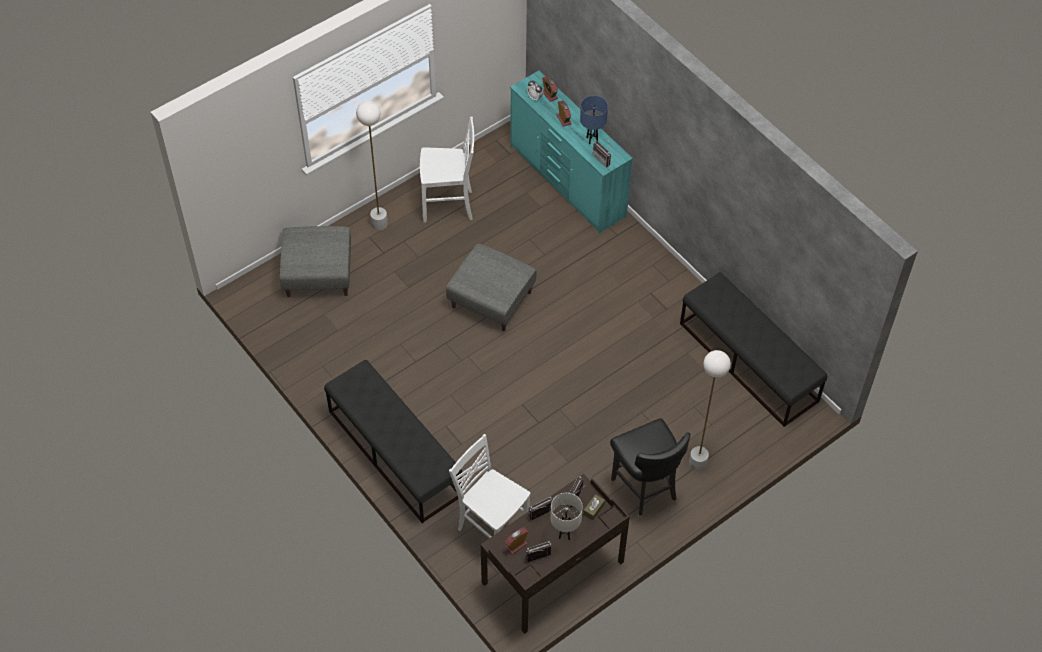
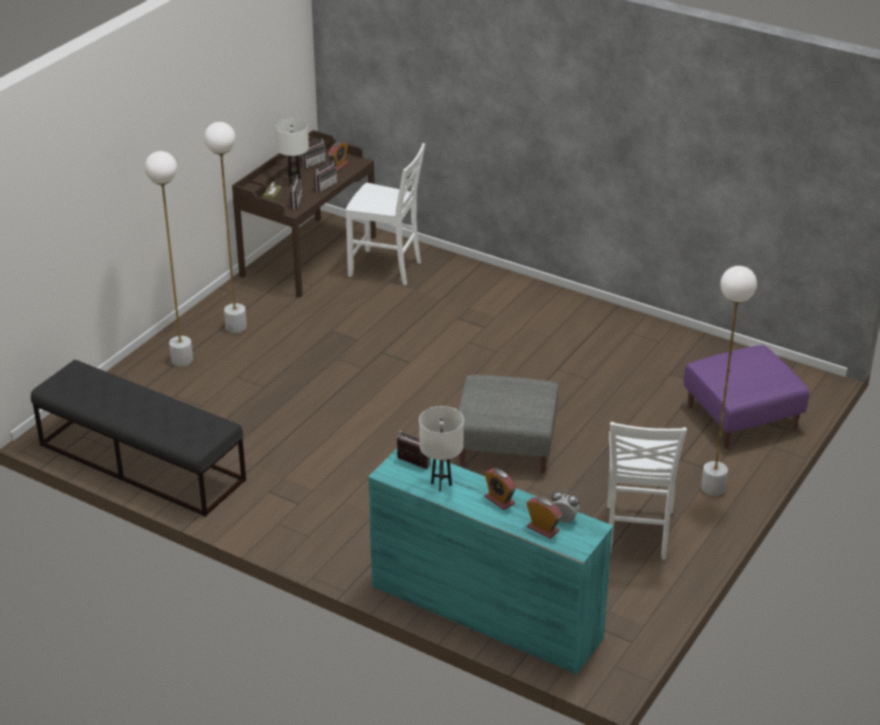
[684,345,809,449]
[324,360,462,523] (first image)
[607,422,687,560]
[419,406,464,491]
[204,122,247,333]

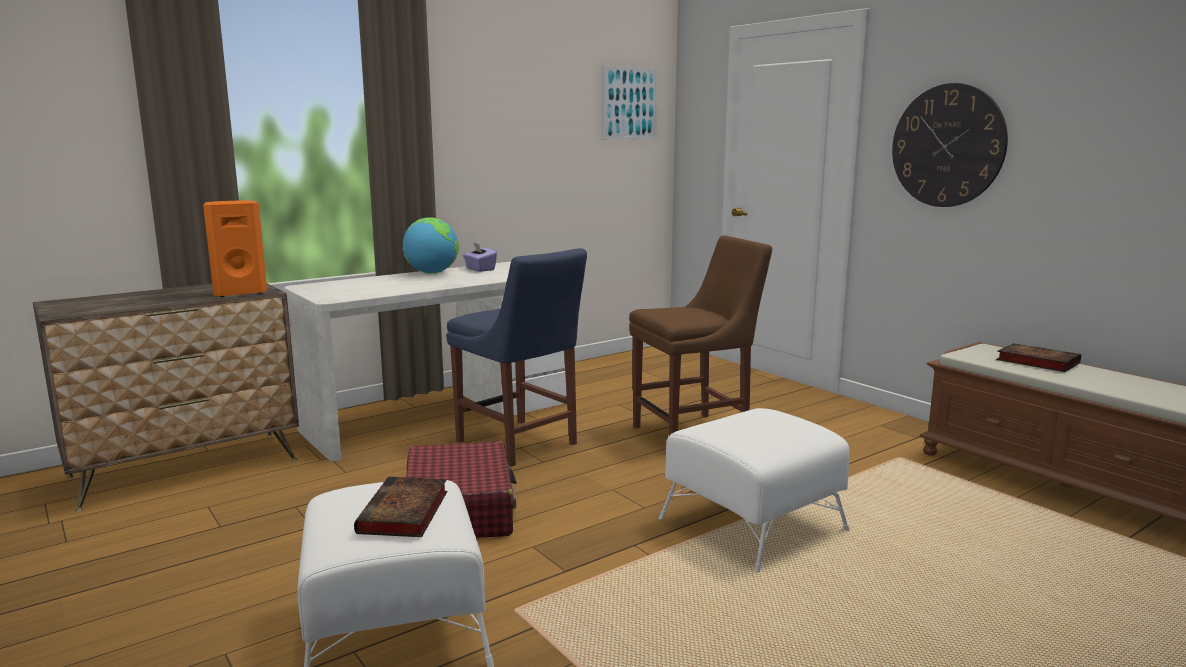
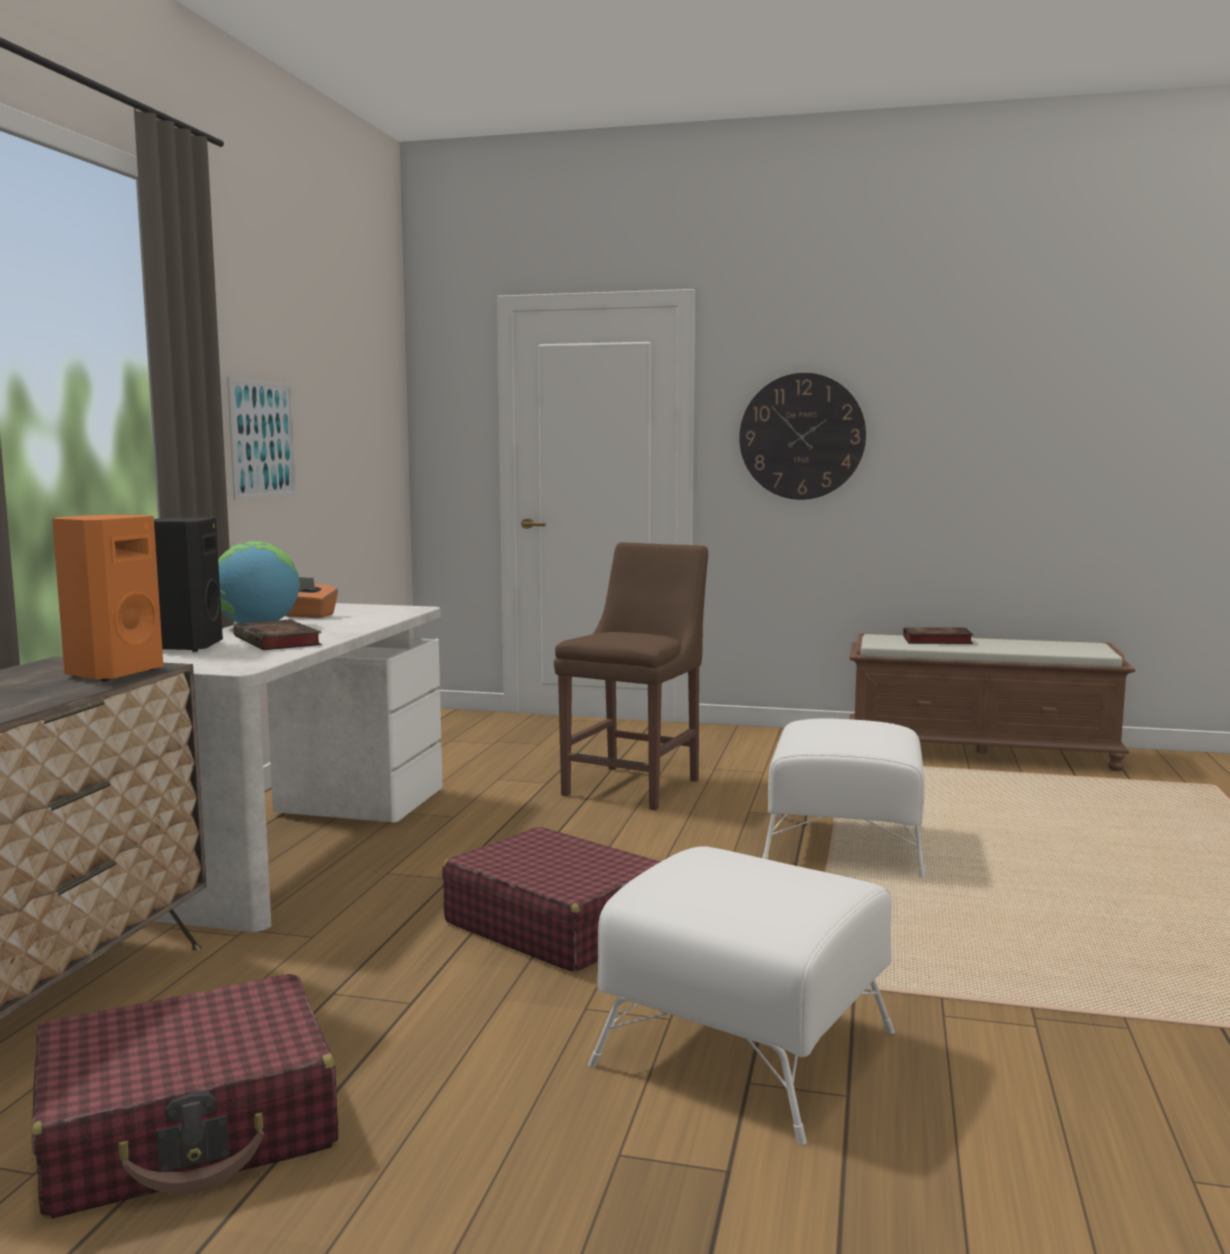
[233,619,322,650]
[446,248,587,467] (first image)
[285,577,338,618]
[227,377,297,500]
[32,974,338,1219]
[154,517,223,652]

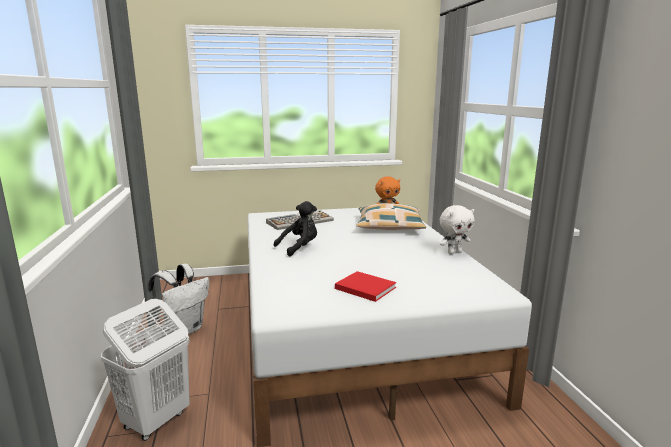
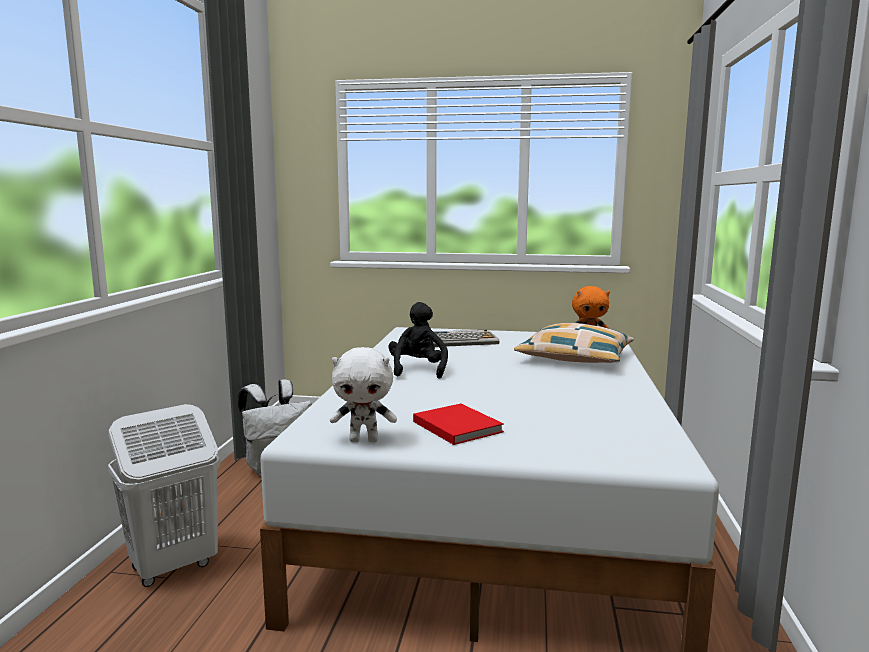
[388,302,448,379]
[330,347,397,442]

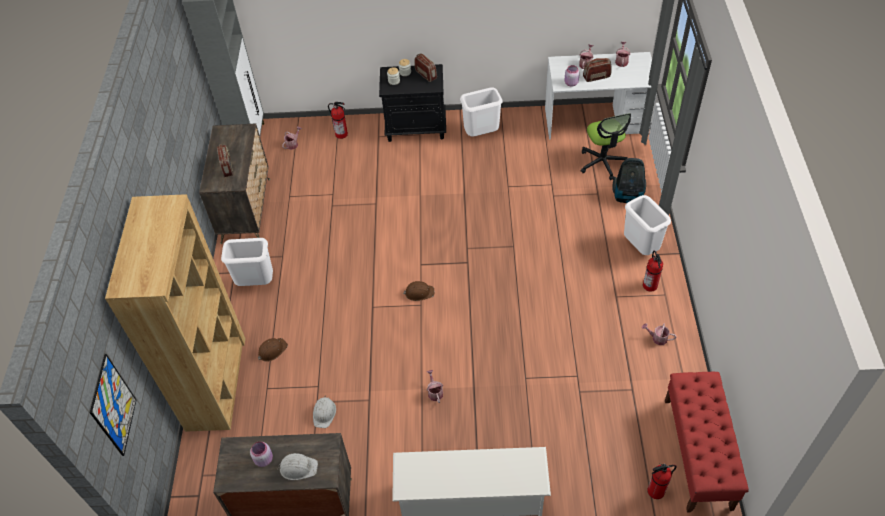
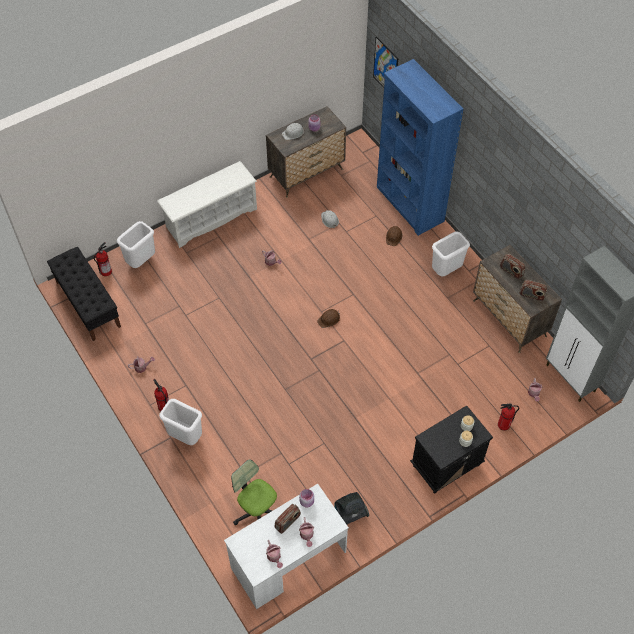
[377,59,463,236]
[520,280,547,301]
[117,221,155,268]
[334,492,369,524]
[47,247,121,341]

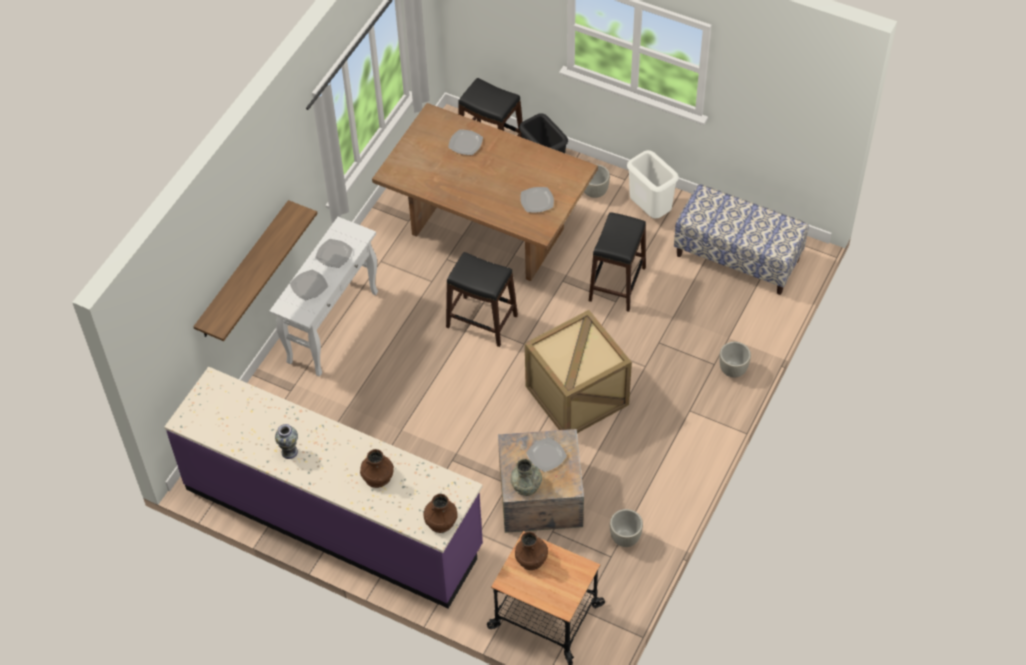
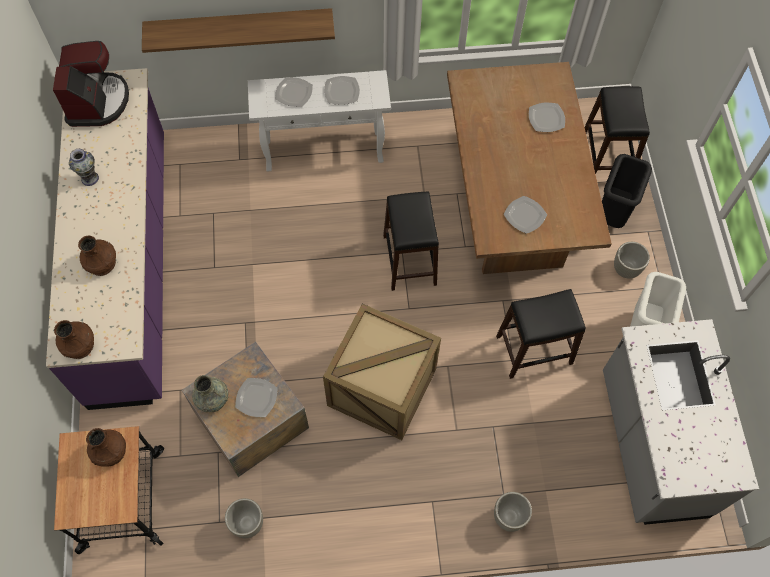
[603,319,759,525]
[53,41,129,127]

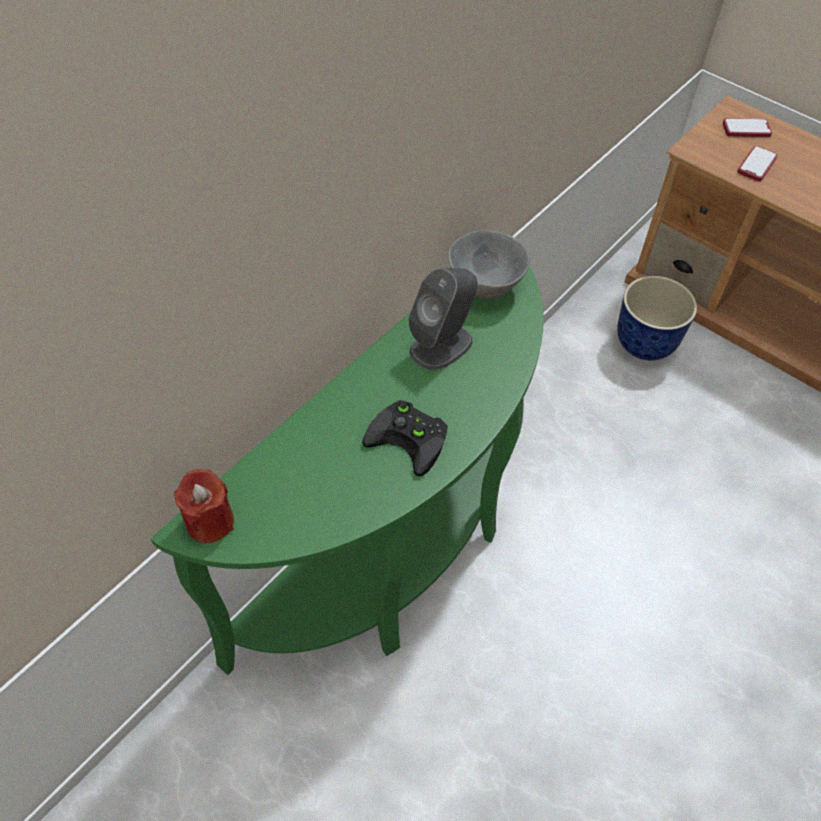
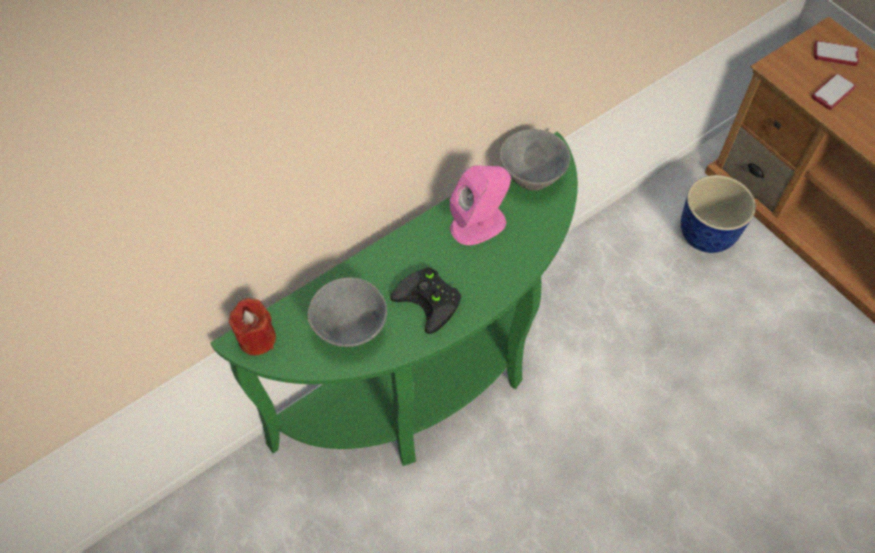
[450,165,511,245]
[307,277,387,347]

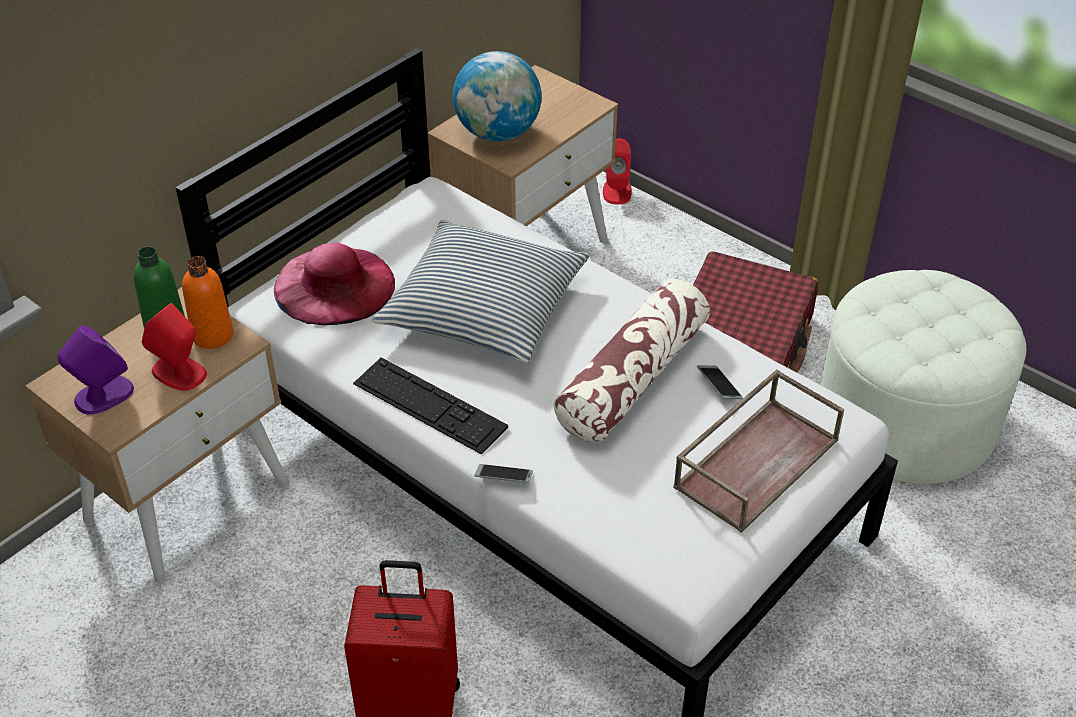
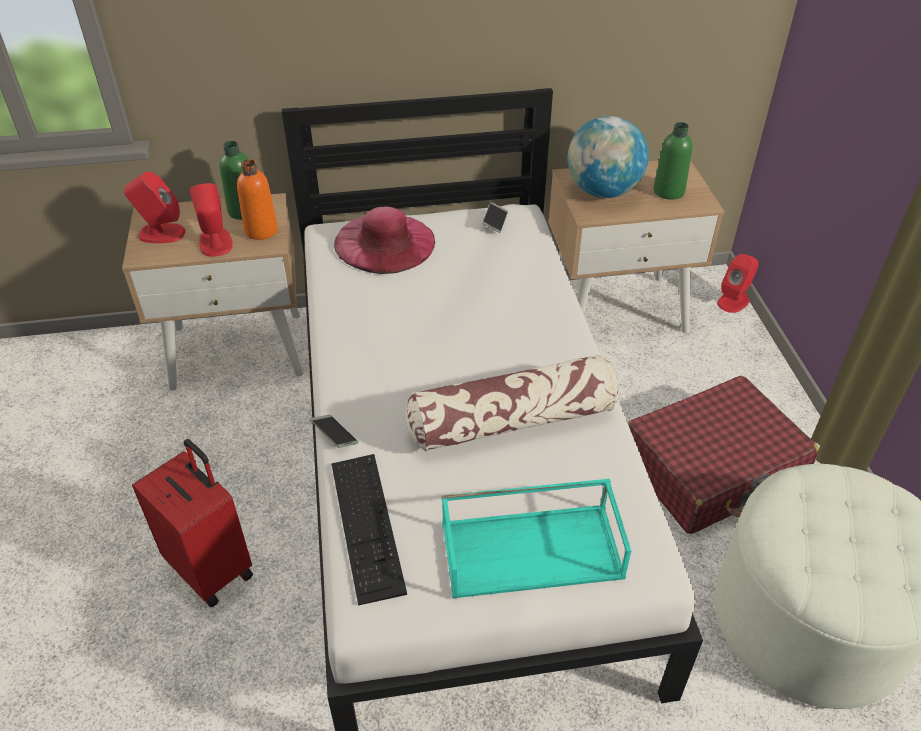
[124,171,185,243]
[332,454,407,606]
[372,220,590,363] (first image)
[442,479,631,598]
[482,202,508,233]
[654,122,692,200]

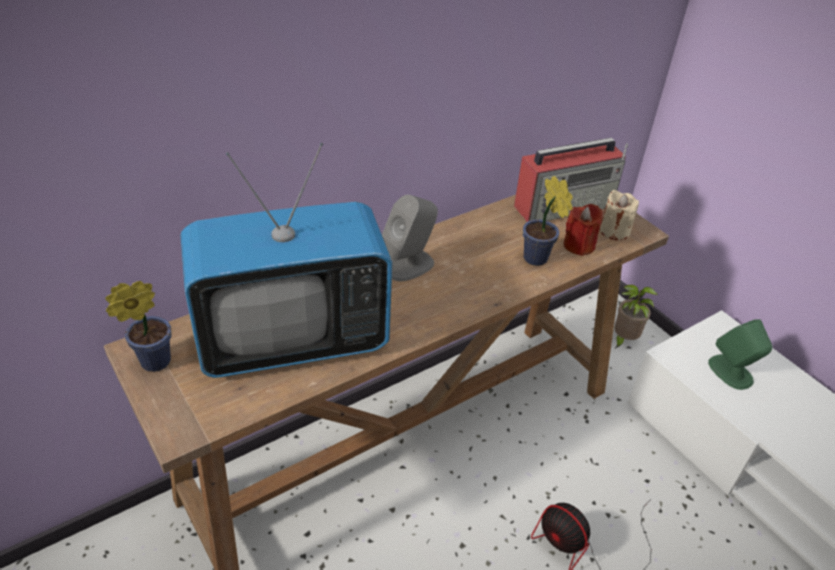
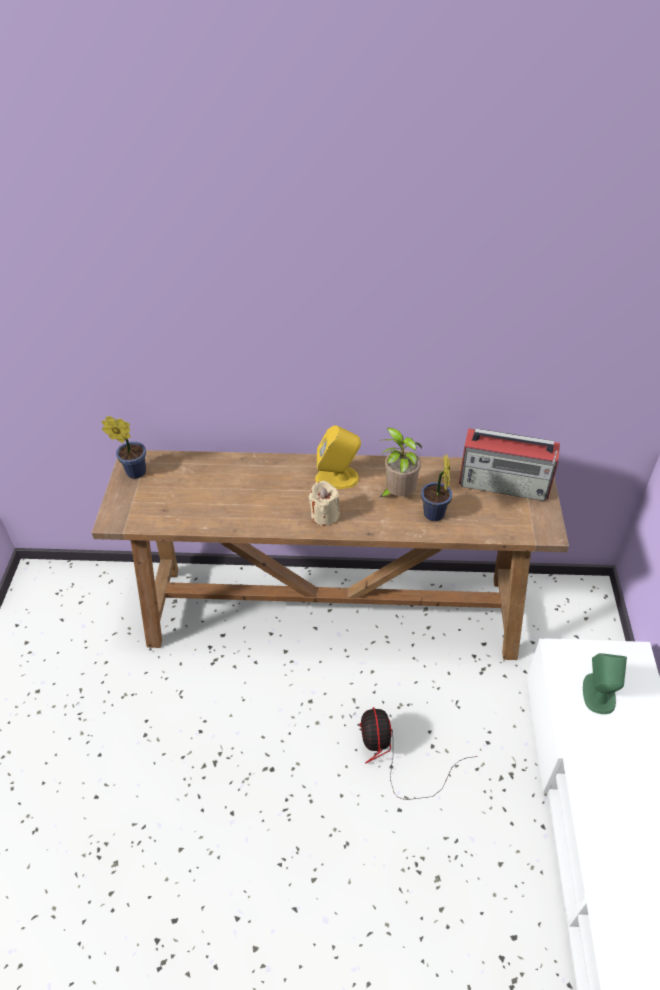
[180,143,392,378] (first image)
[315,425,361,489]
[564,204,603,256] (first image)
[309,481,340,526]
[379,428,422,498]

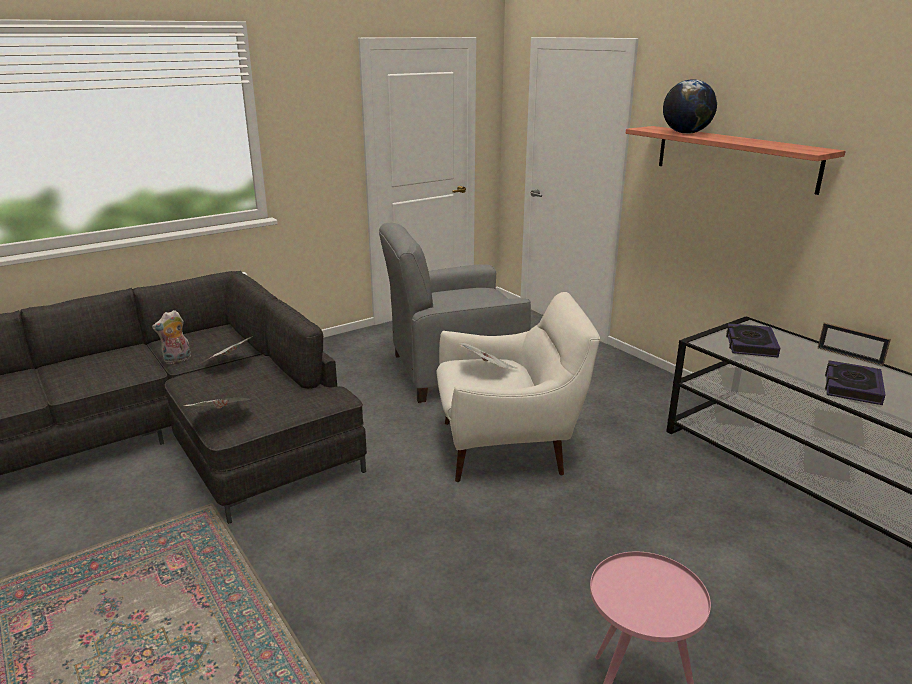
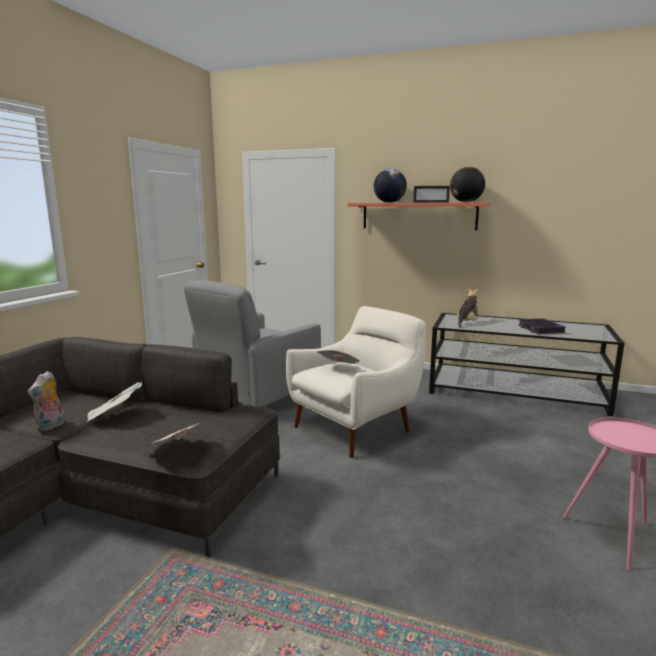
[457,288,481,328]
[413,186,450,203]
[450,167,485,203]

